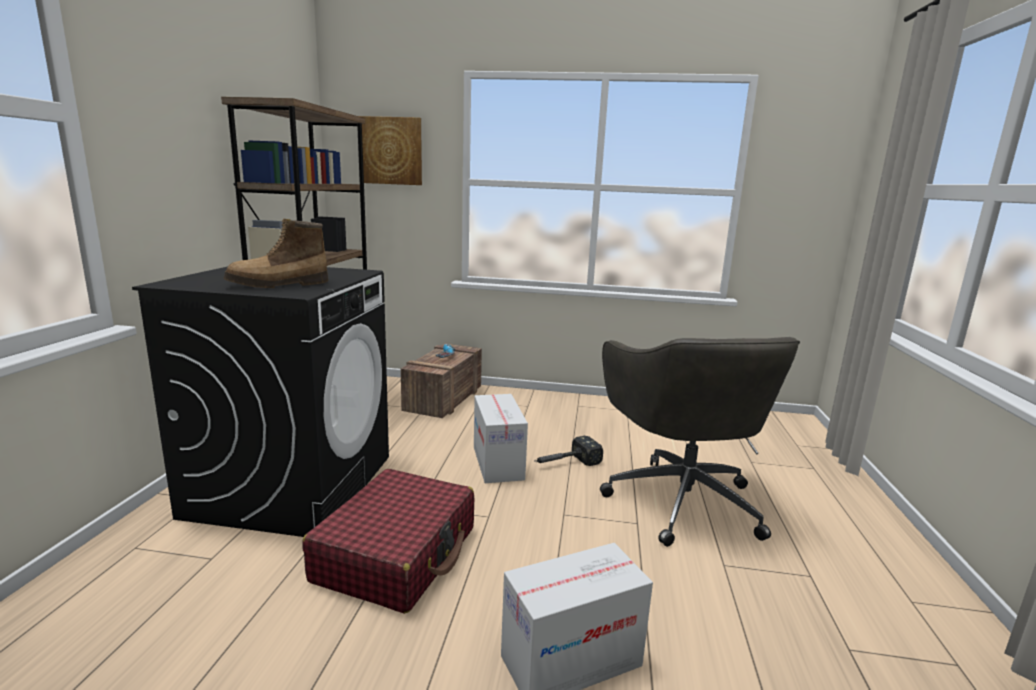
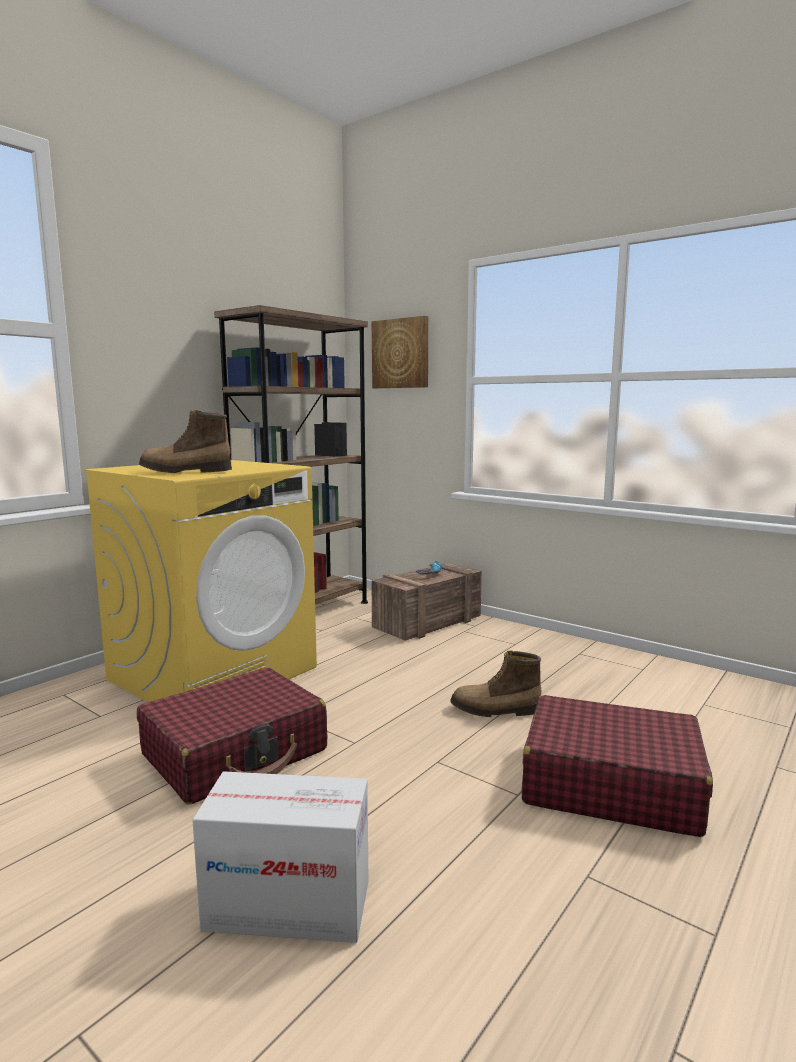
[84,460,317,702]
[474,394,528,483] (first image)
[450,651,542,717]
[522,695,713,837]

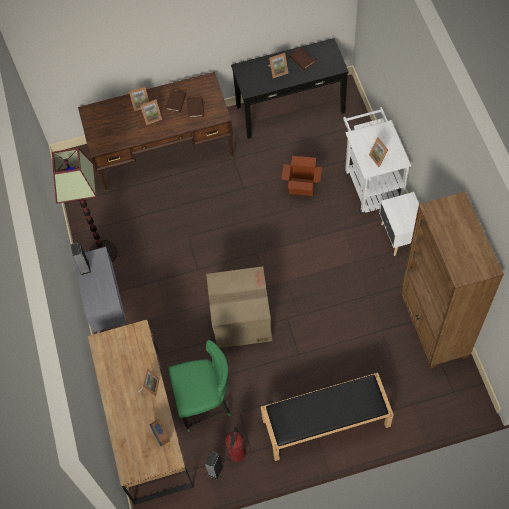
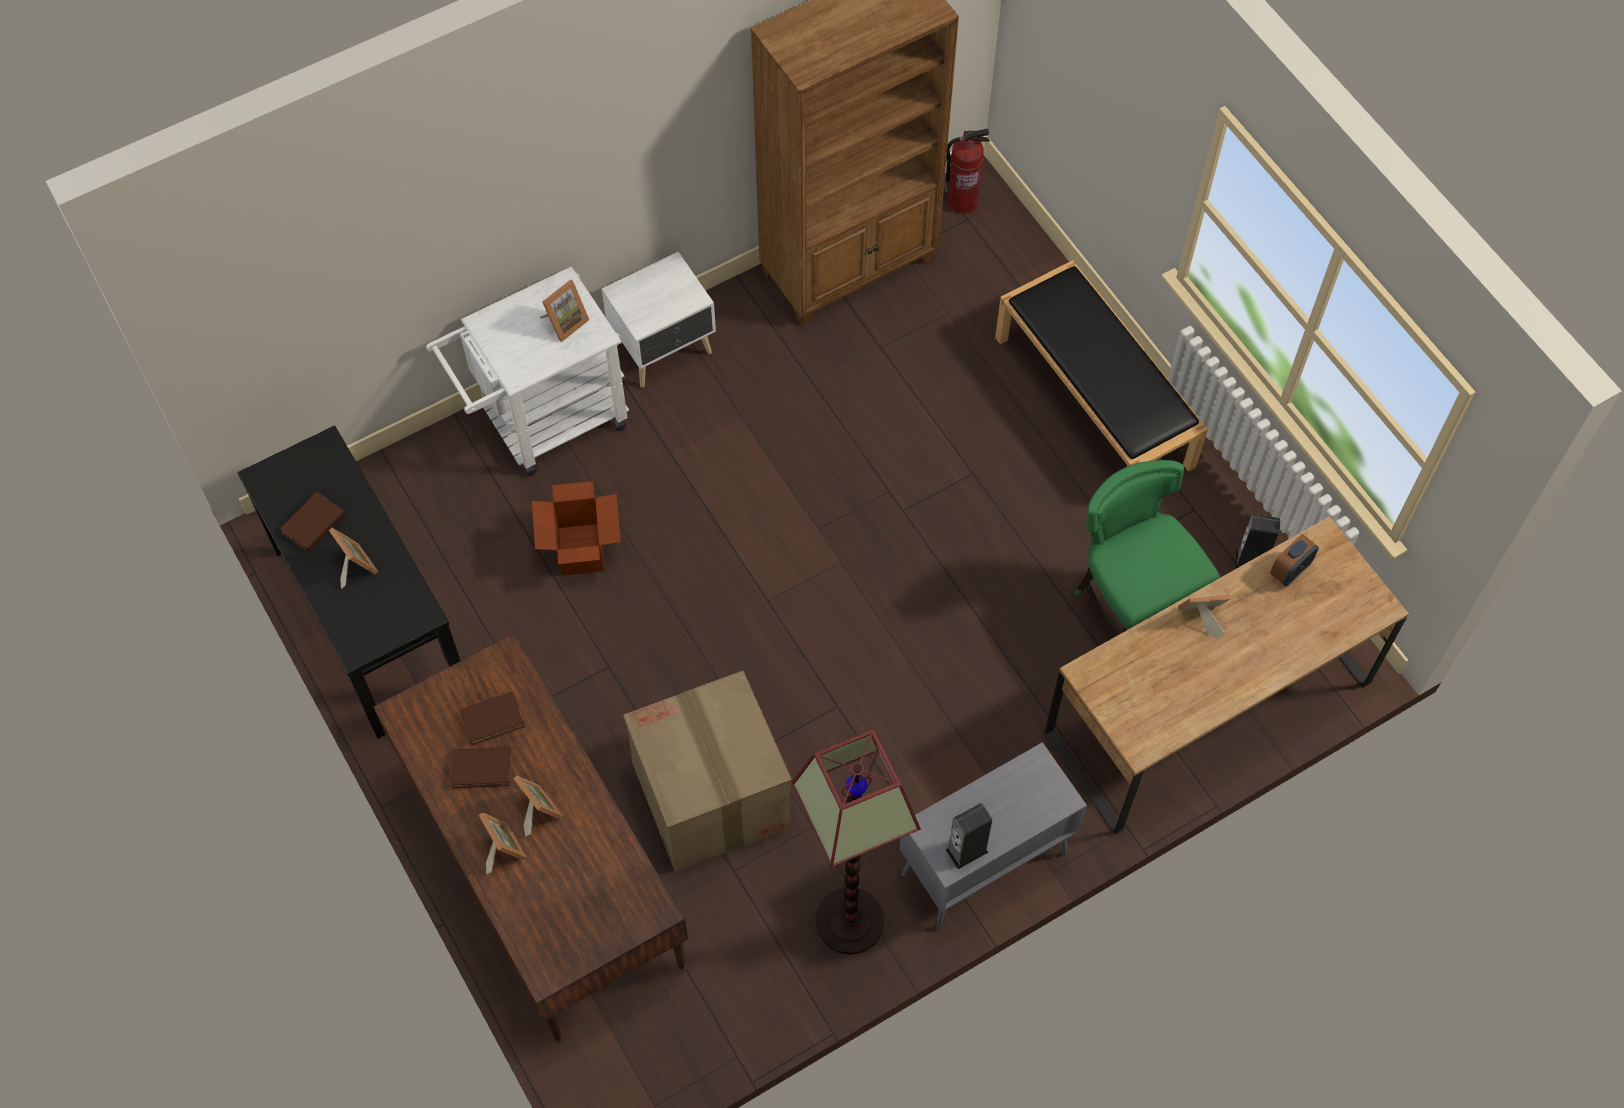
[623,671,792,872]
[945,129,990,214]

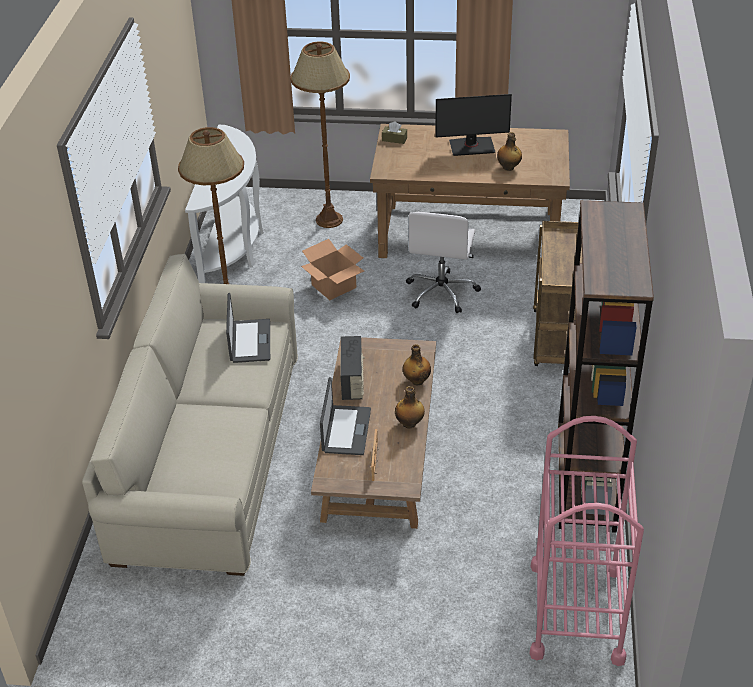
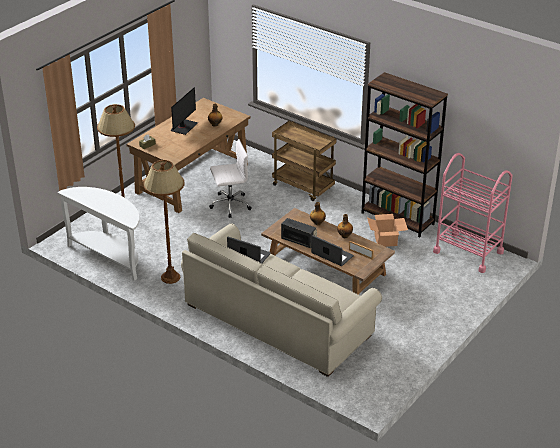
[367,214,408,247]
[209,139,252,218]

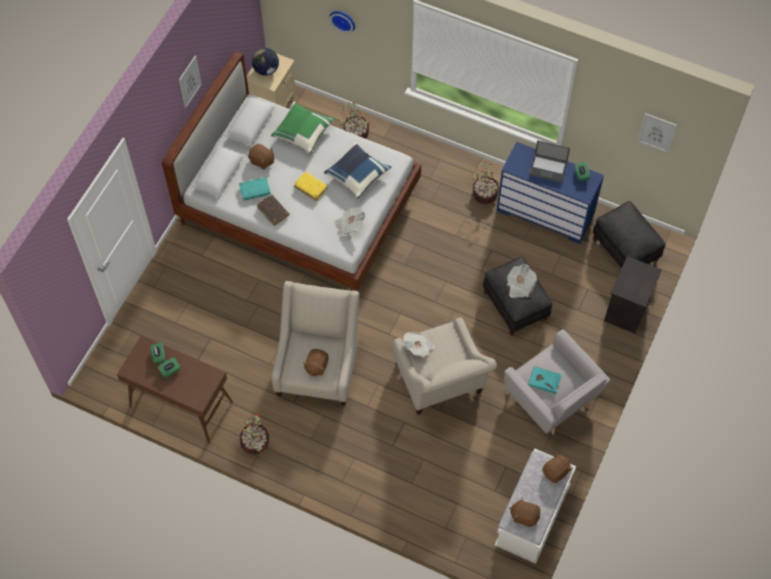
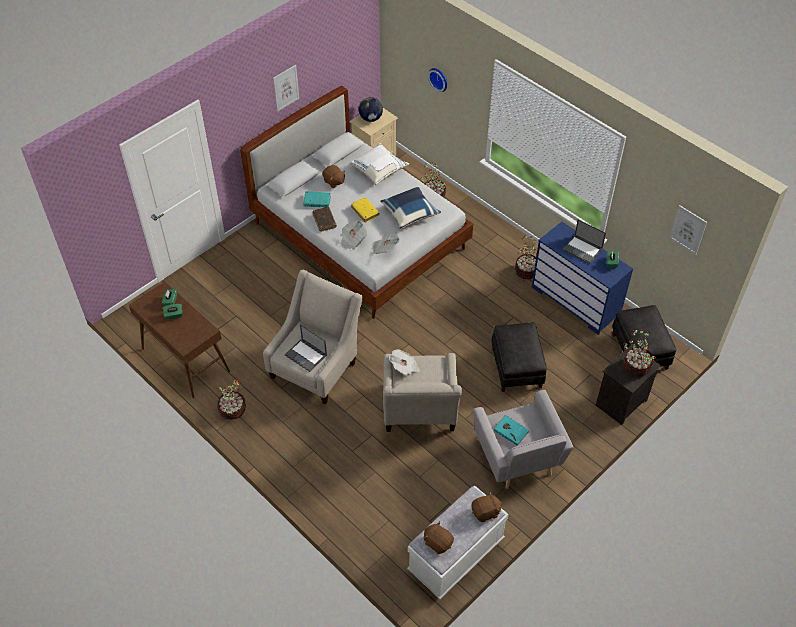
[349,143,409,185]
[285,324,327,372]
[339,220,367,250]
[623,329,656,377]

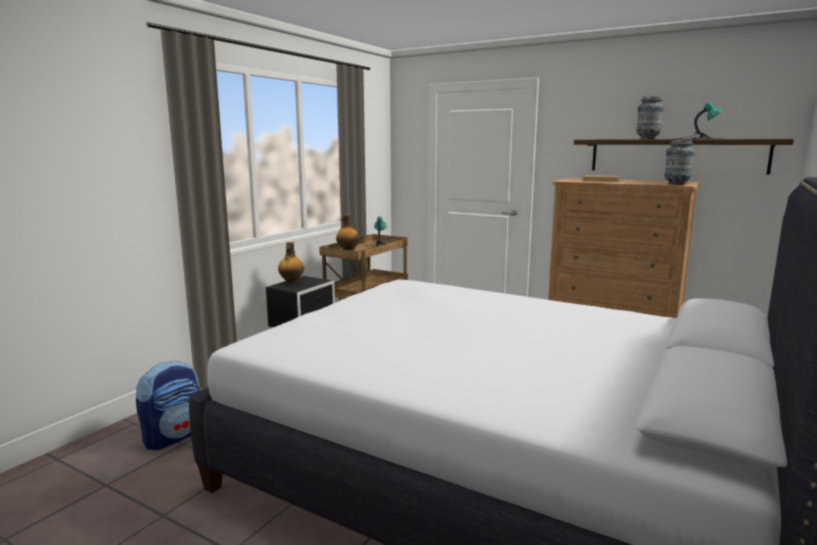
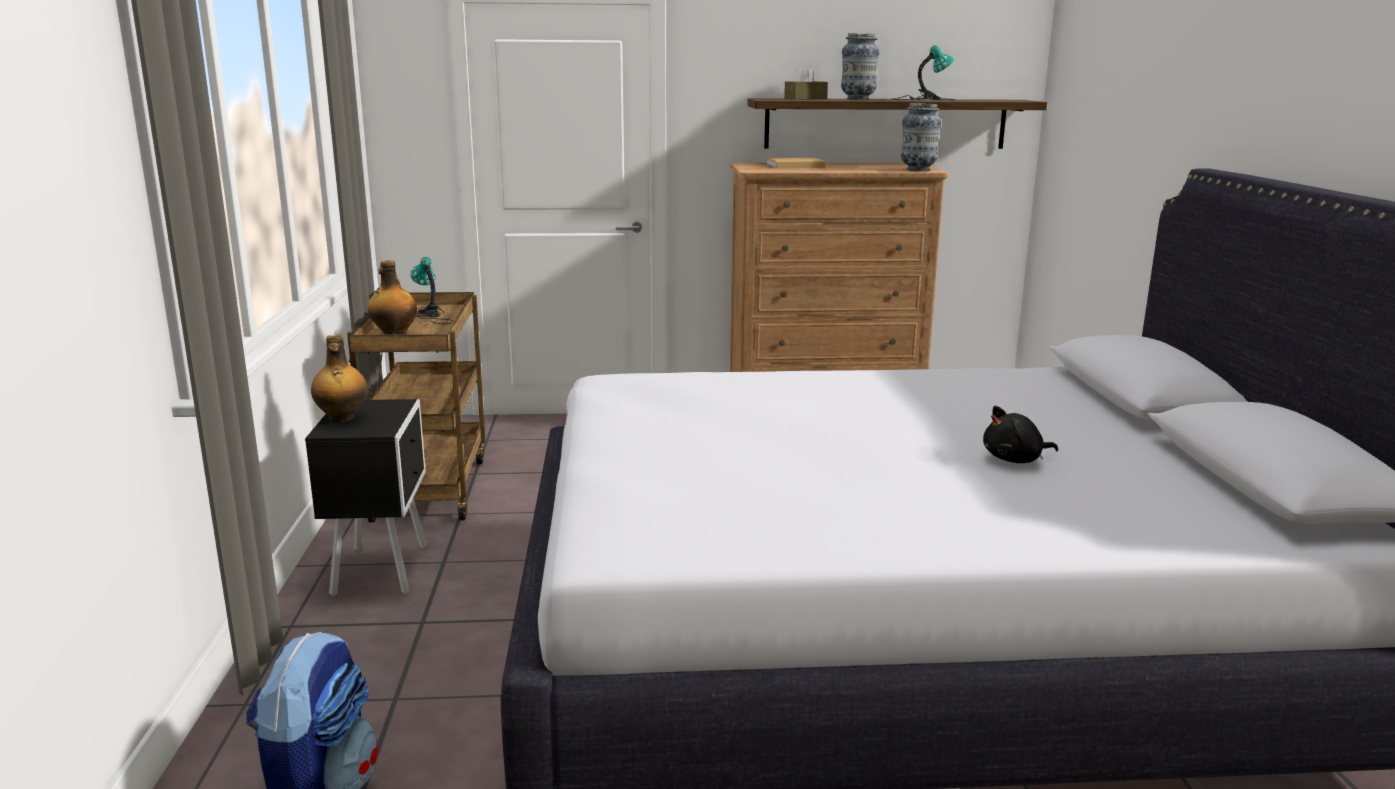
[784,65,828,100]
[983,406,1058,463]

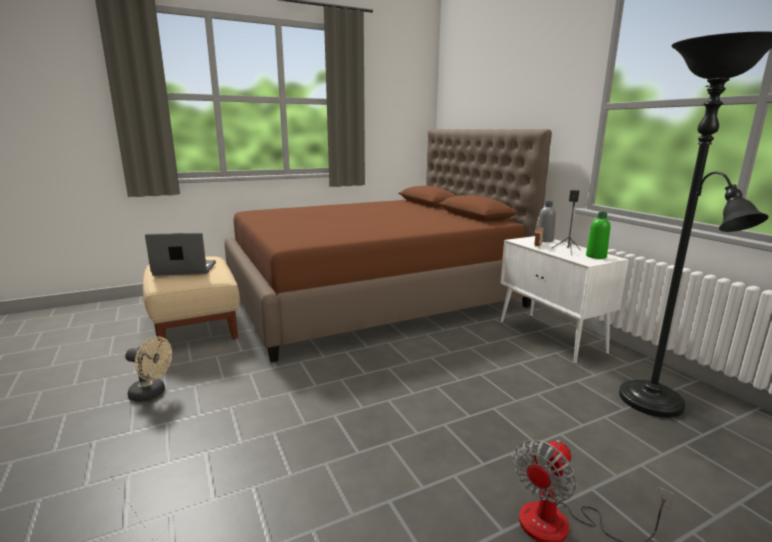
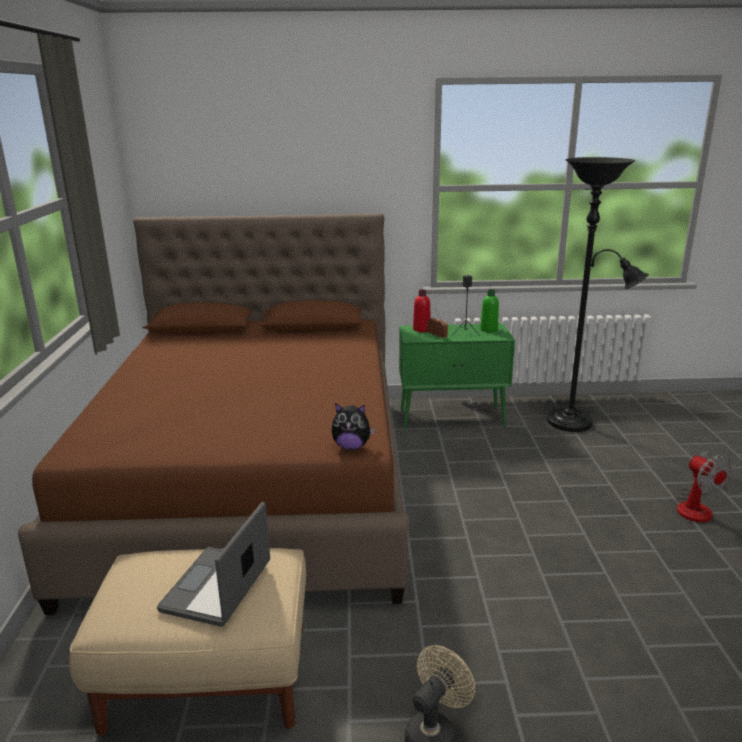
[399,324,515,429]
[413,289,430,332]
[332,403,375,450]

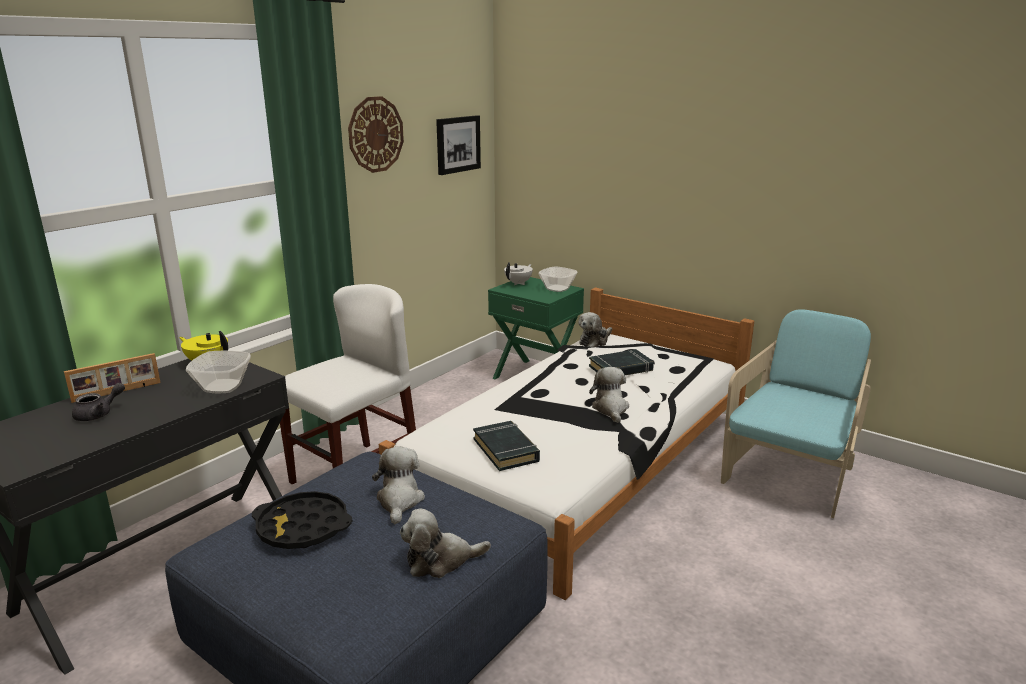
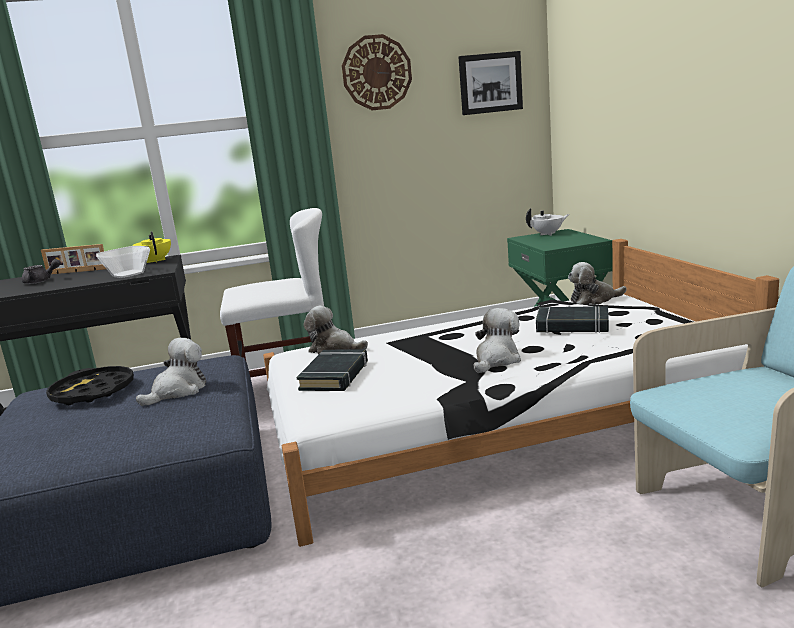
[304,306,368,354]
[538,266,578,292] (first image)

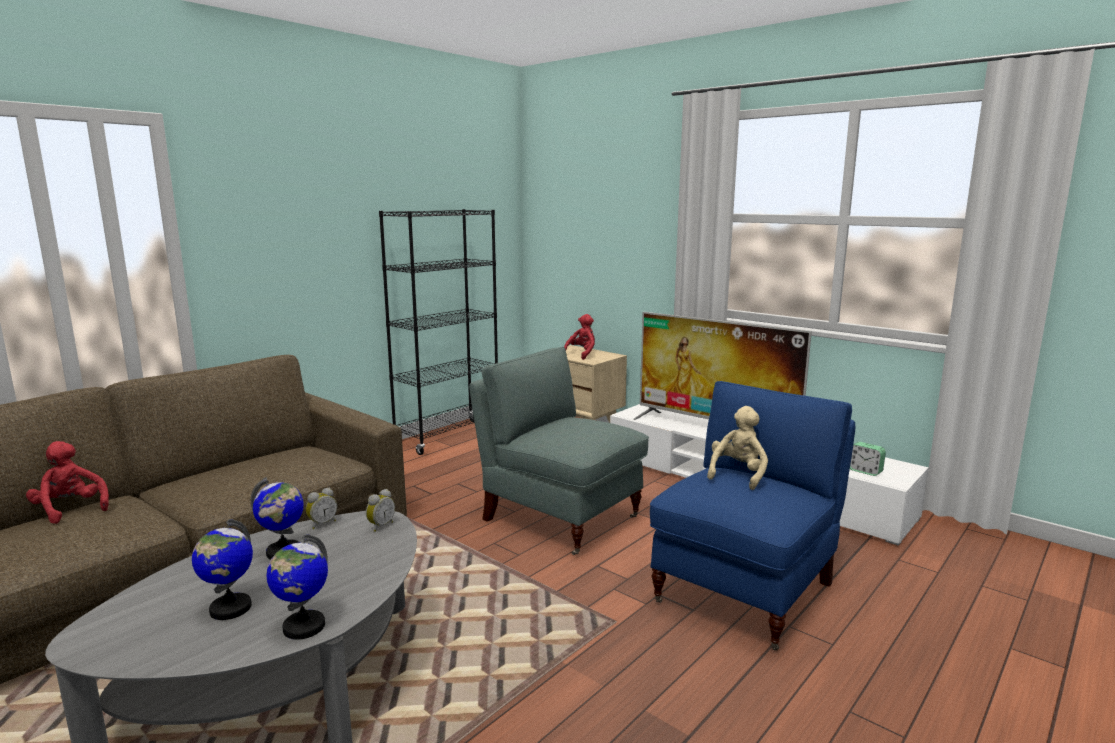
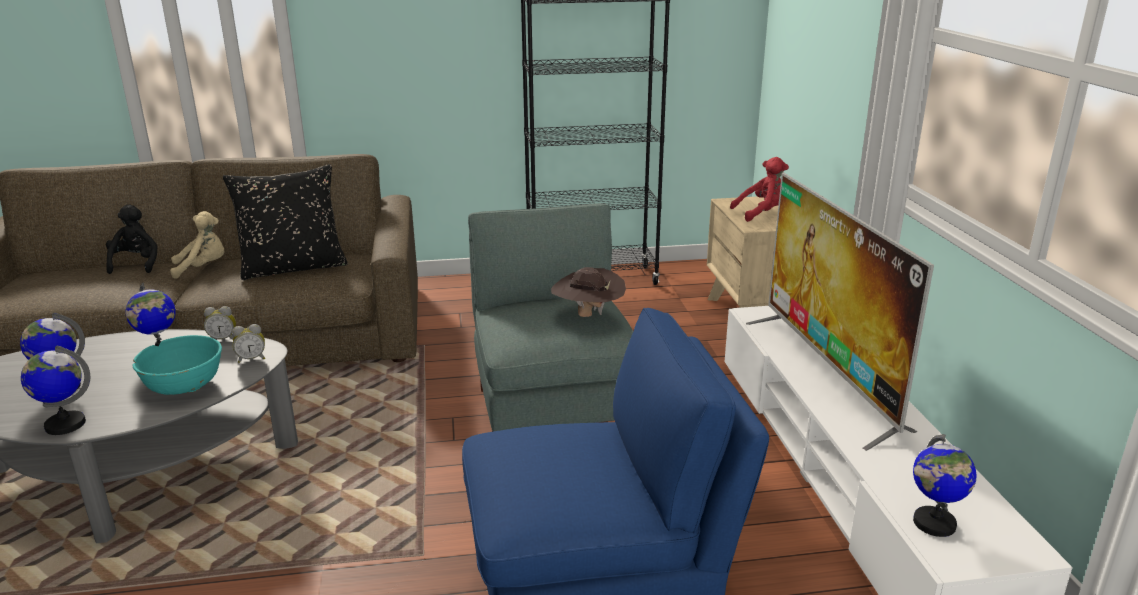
[106,204,157,274]
[170,211,224,279]
[913,434,977,537]
[133,335,222,395]
[223,164,348,280]
[551,267,626,317]

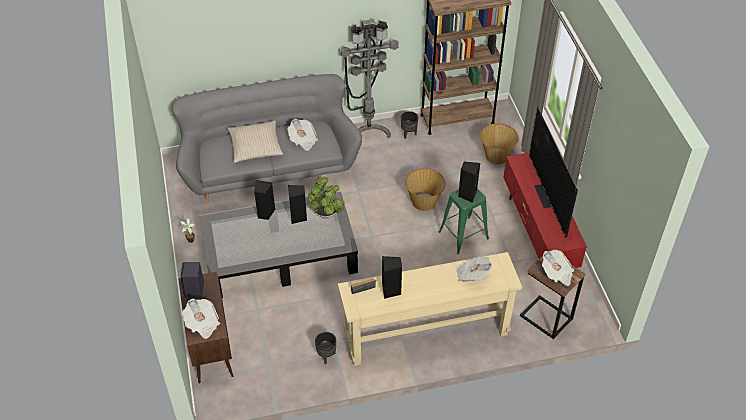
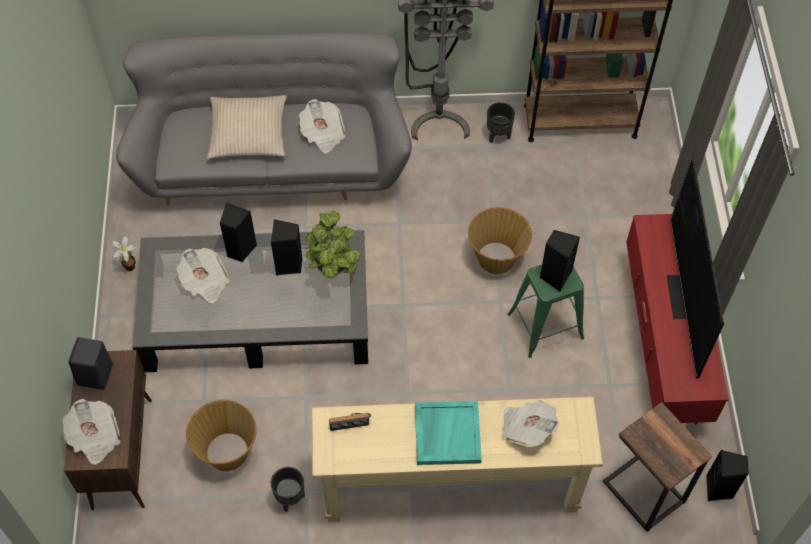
[706,450,749,501]
[186,400,257,471]
[176,248,230,303]
[415,401,482,465]

